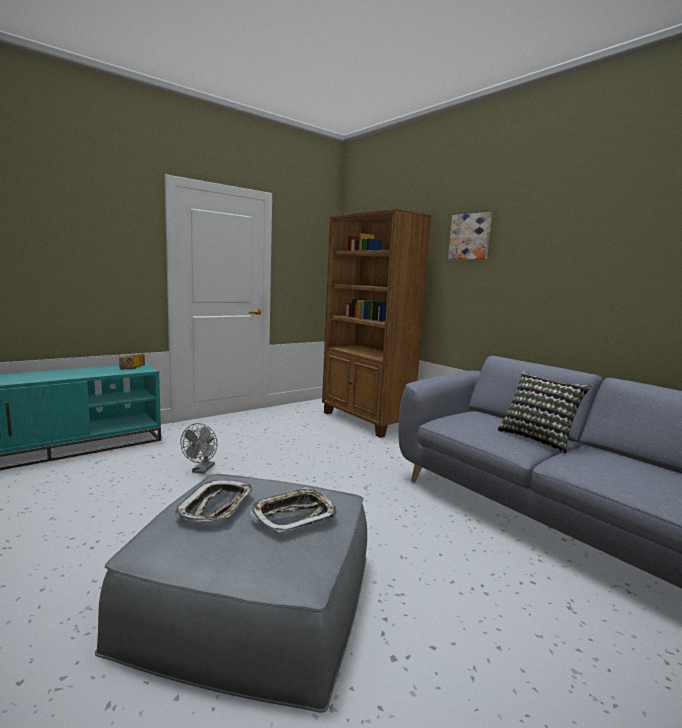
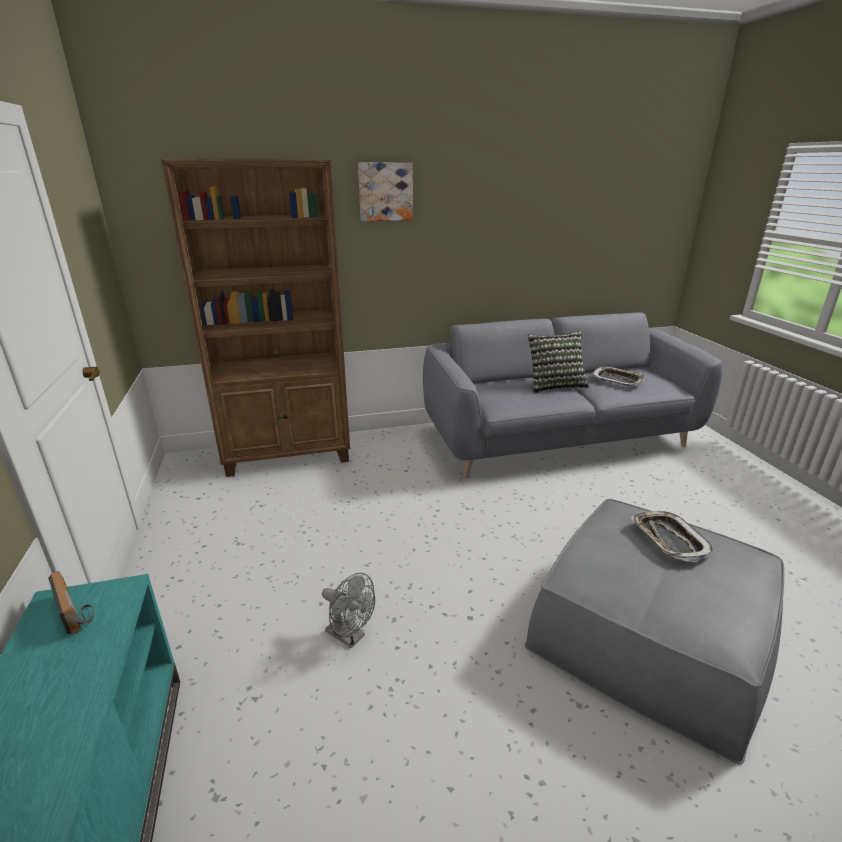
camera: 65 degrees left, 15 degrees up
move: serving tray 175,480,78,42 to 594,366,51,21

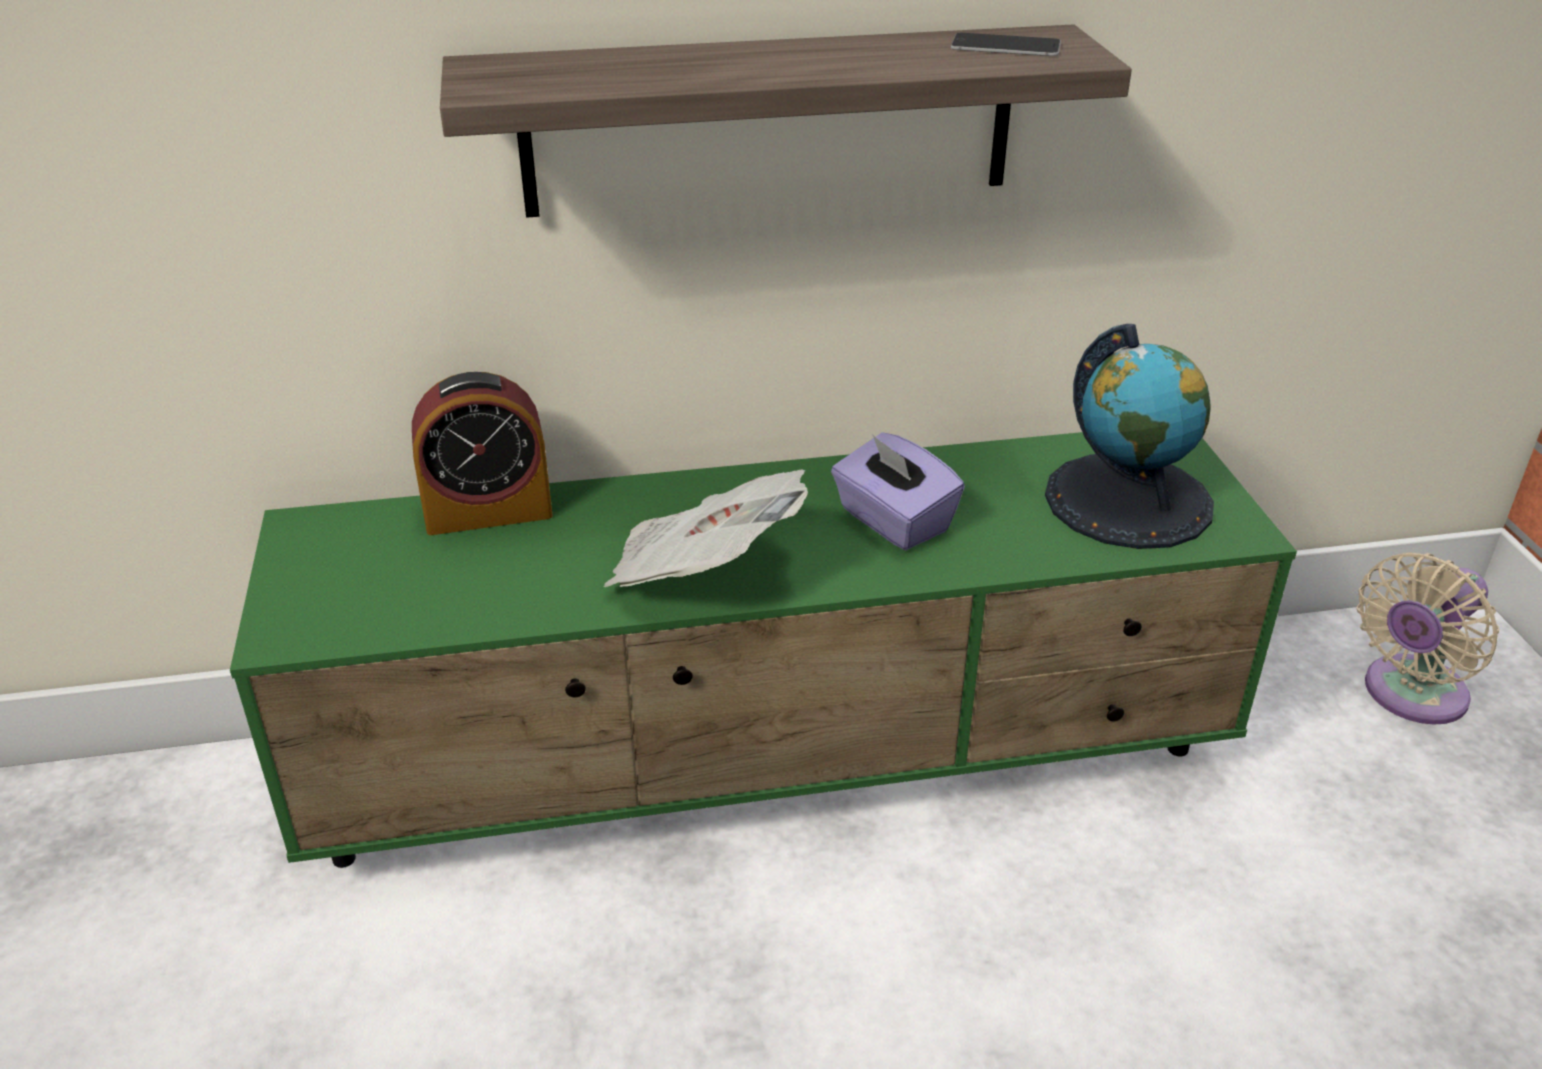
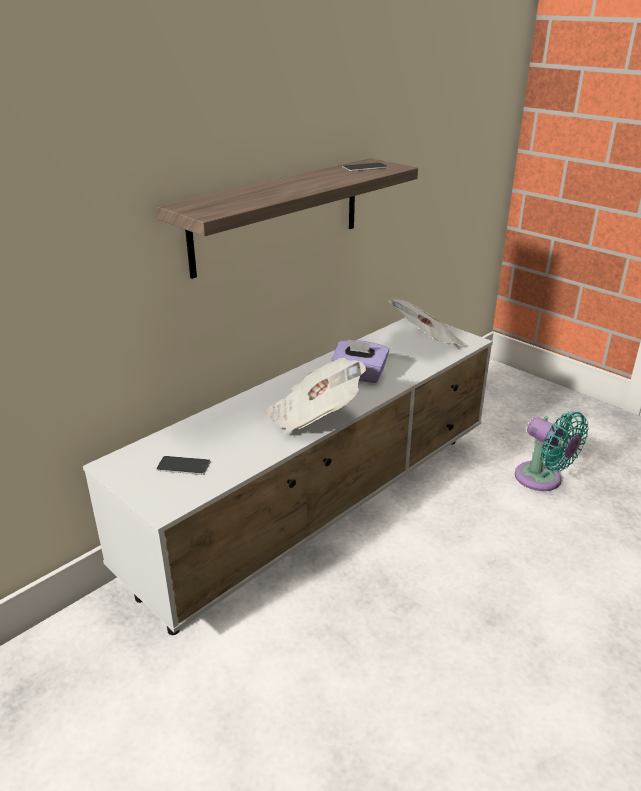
camera: 35 degrees left, 5 degrees down
delete: bedside clock 412,372,141,163; beige-coloured cooling fan 1357,552,142,173
insert: turquoise-coloured cooling fan 515,411,74,80; telephone 156,456,55,19
replace: globe 1045,324,169,225 to daily paper 388,299,80,48
recolor: greenish tv stand 230,432,1067,436 to whitish tv stand 83,318,410,317

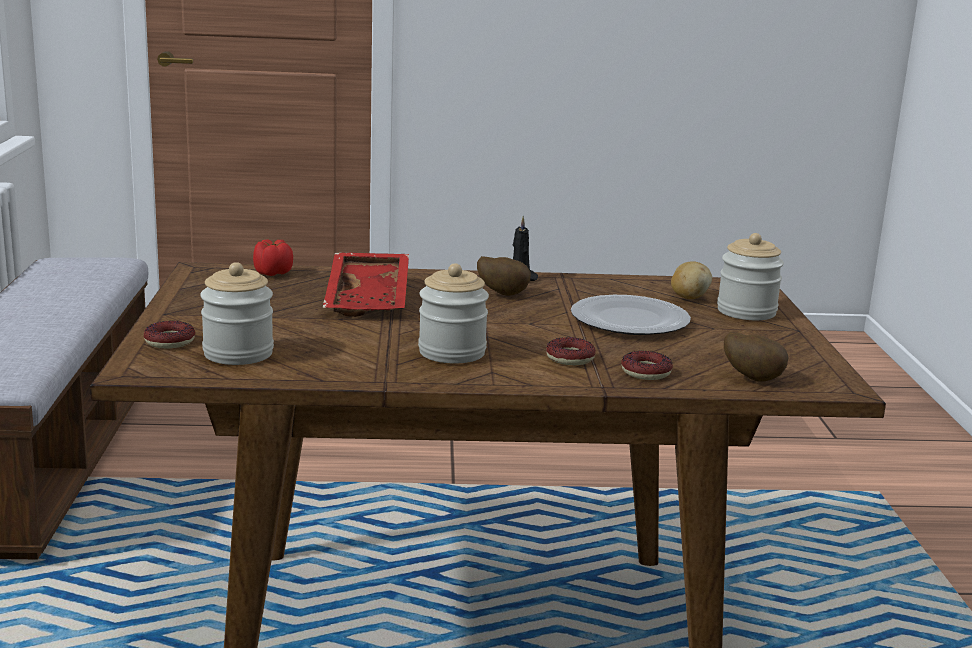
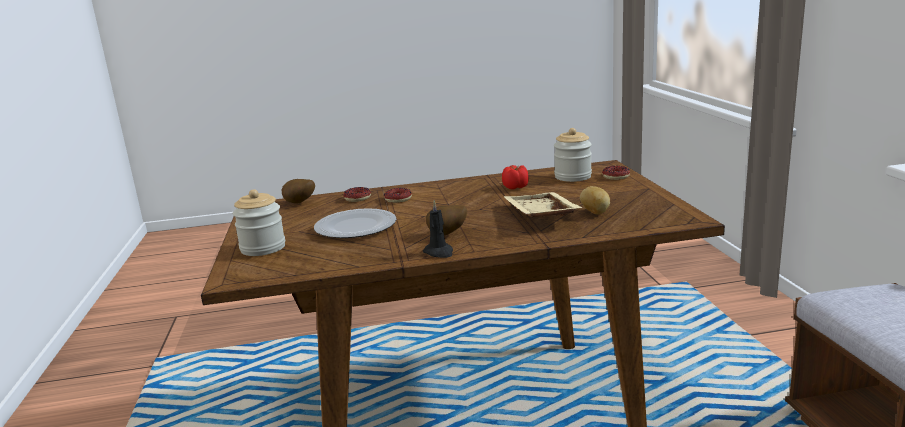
camera: 175 degrees right, 0 degrees up
delete: storage jar 418,263,71,101
move: whole tomato 253,239,40,37 to 502,165,27,25; spud 671,261,41,38 to 580,186,30,28
recolor: red-coloured serving tray 323,253,86,64 to beige-coloured serving tray 503,192,79,25

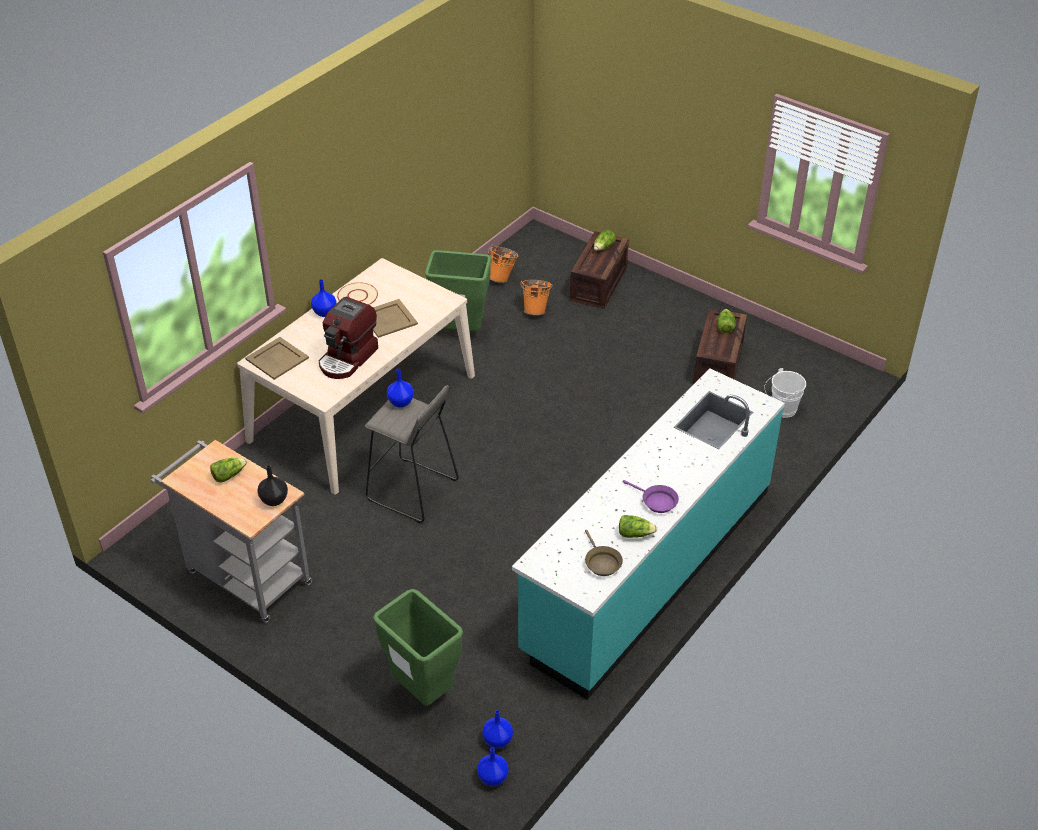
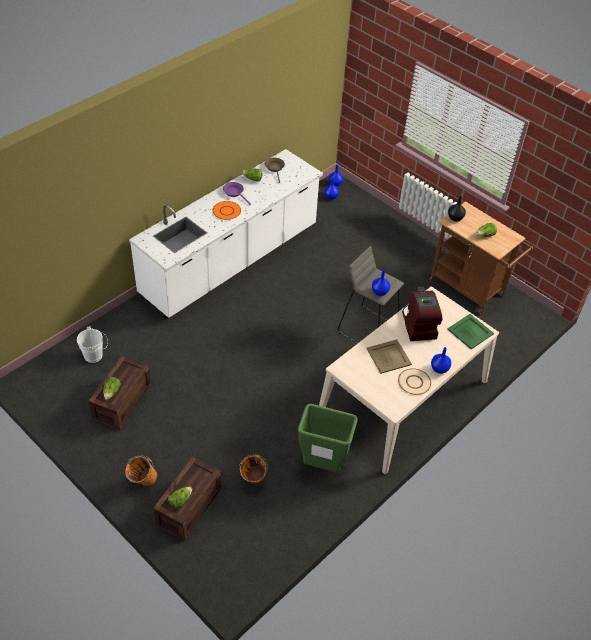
camera: 175 degrees left, 5 degrees up
delete: greenish waste bin 373,589,90,117
insert: orange flat dish 213,201,28,19
move: orange water bucket 488,245,30,38 to 125,455,32,31
recolor: beige-coloured serving tray 245,337,64,43 to greenish serving tray 447,314,47,35; turquoise-coloured counter 512,368,273,332 to whitish counter 129,149,194,171; grey cart 150,440,162,183 to brown cart 429,201,104,113
rotate: coffee maker 318,297,60,82 = 402,287,40,54 45 degrees counterclockwise

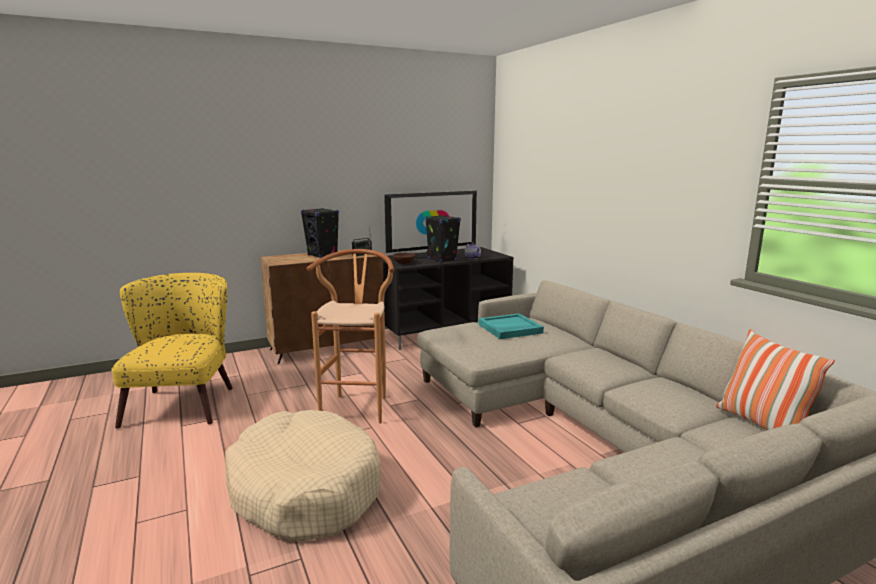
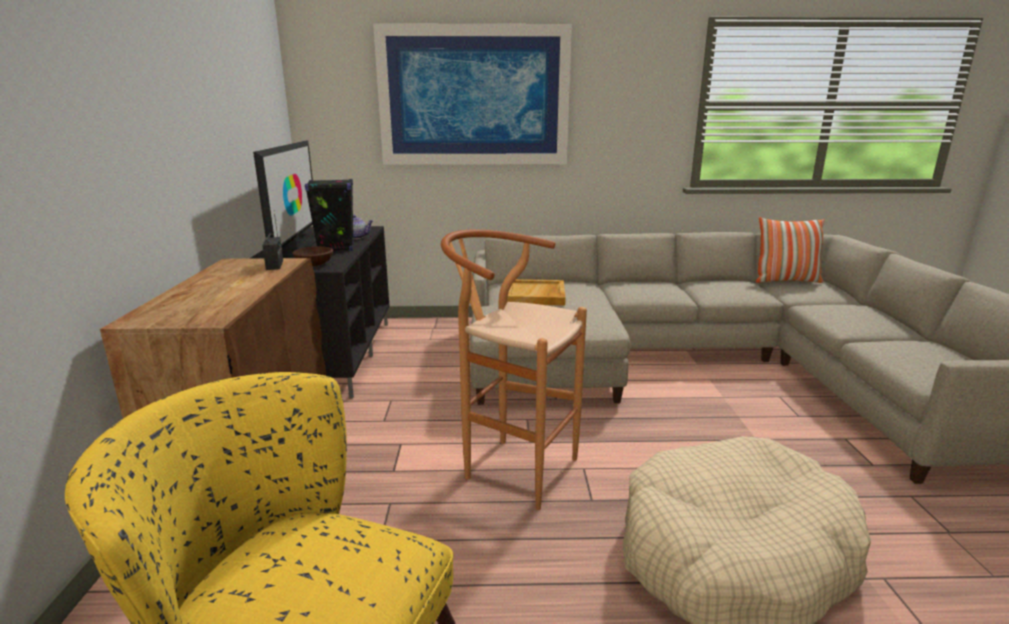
camera: 65 degrees left, 5 degrees up
delete: black-coloured speaker 301,208,38,50
insert: wall art 373,23,199,142
recolor: turquoise-coloured serving tray 478,313,66,26 to beige-coloured serving tray 507,279,59,27

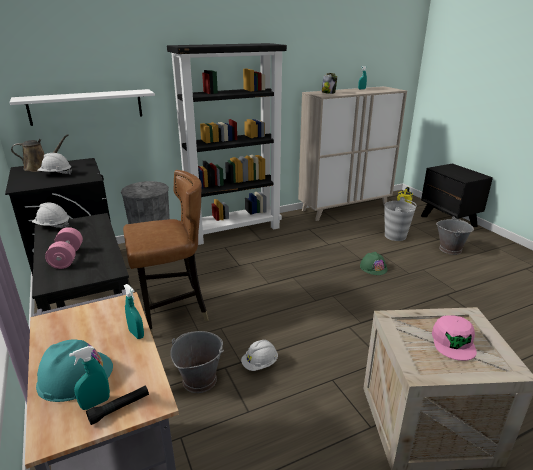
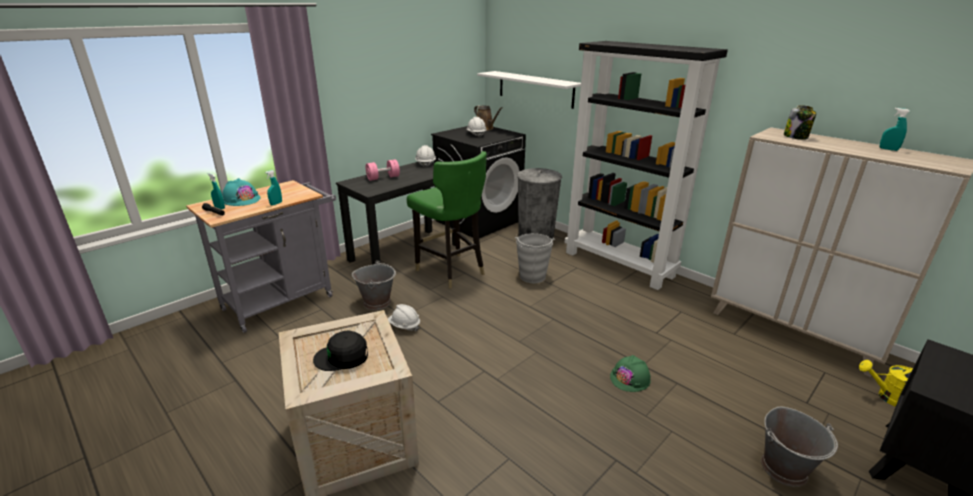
camera: 70 degrees right, 0 degrees up
move: grey water bucket 385,197,32,44 to 514,233,41,50
recolor: brown chair 123,170,86,166 to greenish chair 407,151,80,137; pinkish baseball cap 432,315,45,46 to black-coloured baseball cap 313,331,55,40

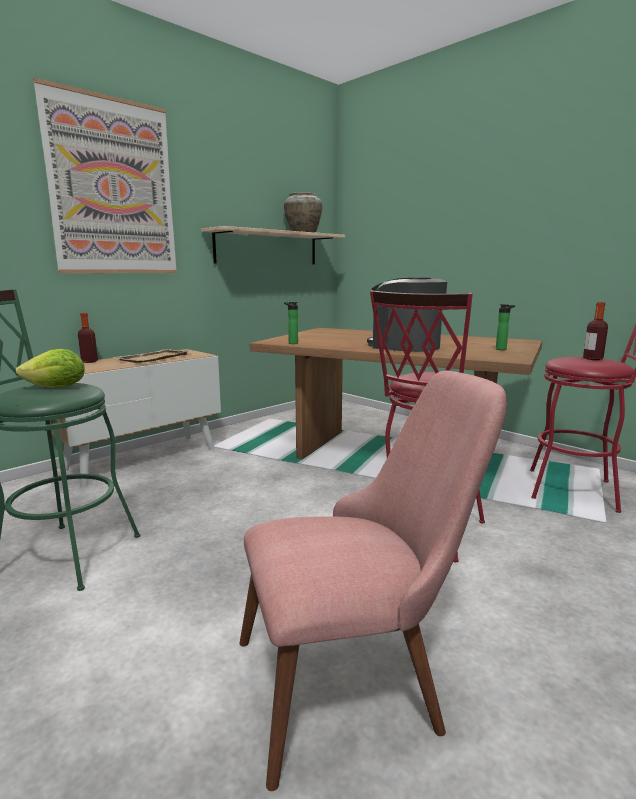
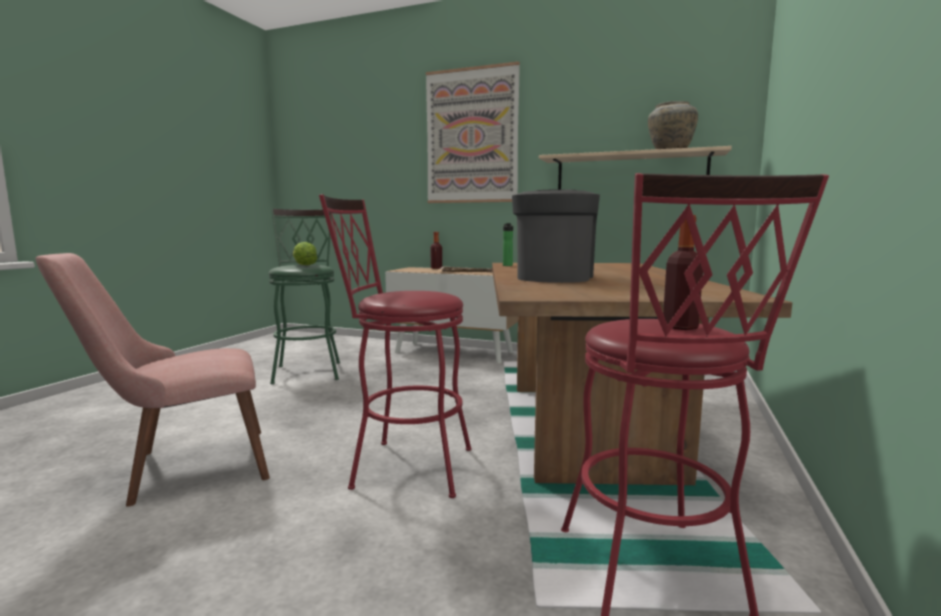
camera: 65 degrees right, 5 degrees down
delete: drink bottle 496,304,19,46
rotate: pinkish chair 239,371,268,420 = 36,253,234,253 105 degrees clockwise

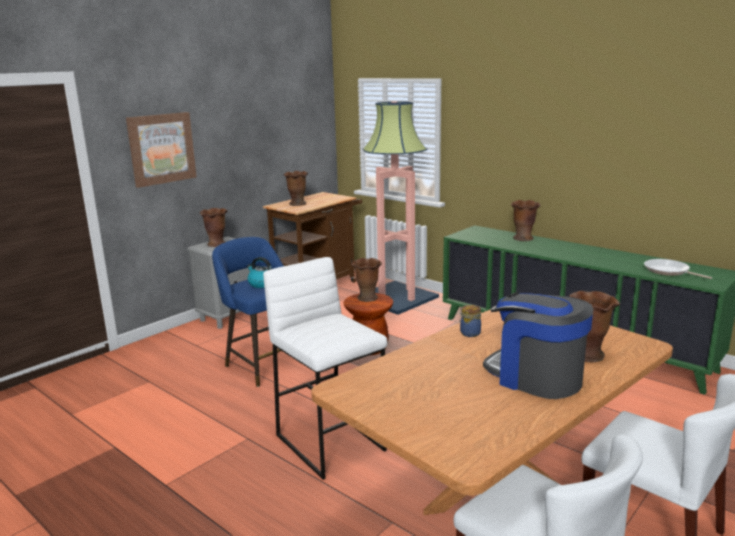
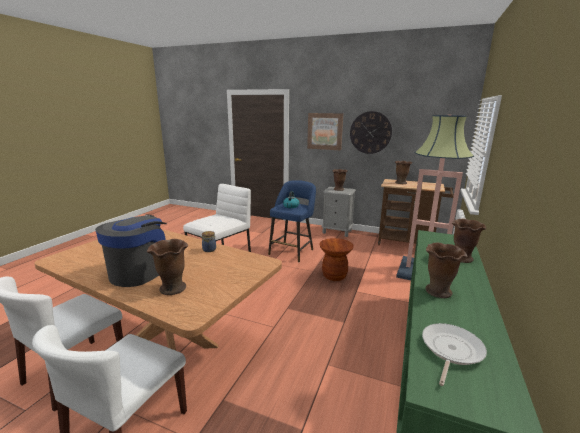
camera: 70 degrees right, 0 degrees up
insert: hanging clock 350,111,42,43
move: brown decorative vase 351,258,31,44 to 426,242,41,56

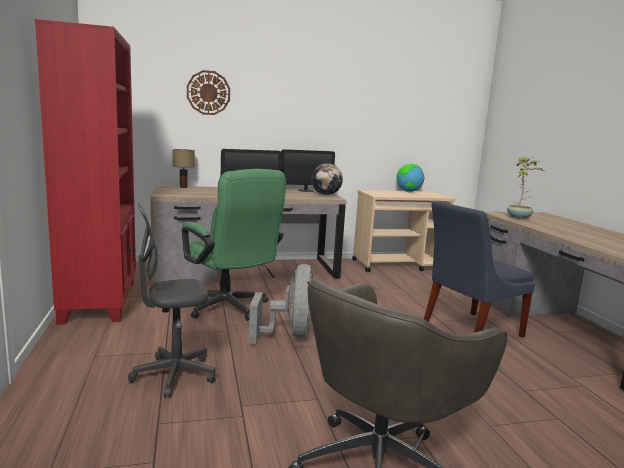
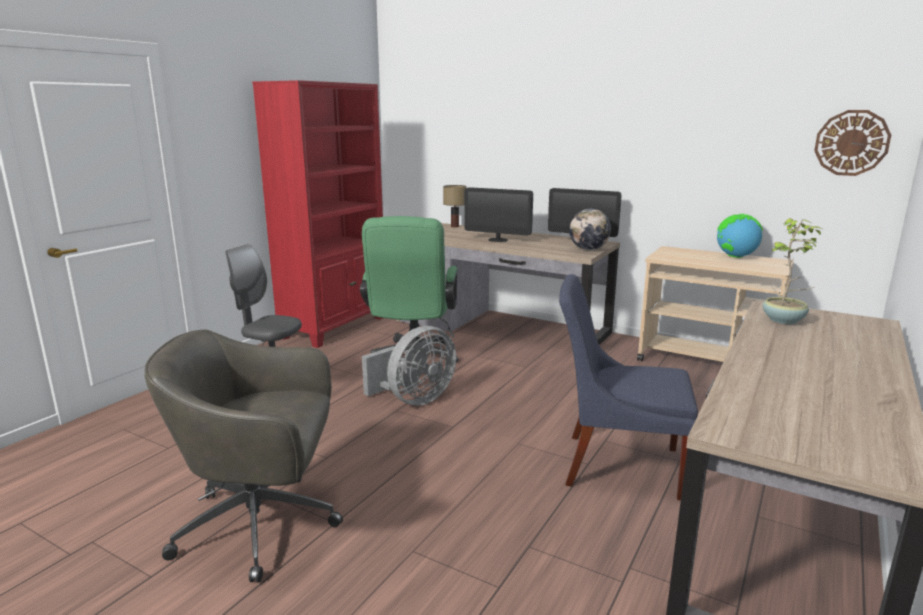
camera: 45 degrees right, 5 degrees up
move: hanging clock 187,70,43,45 to 814,110,77,66

